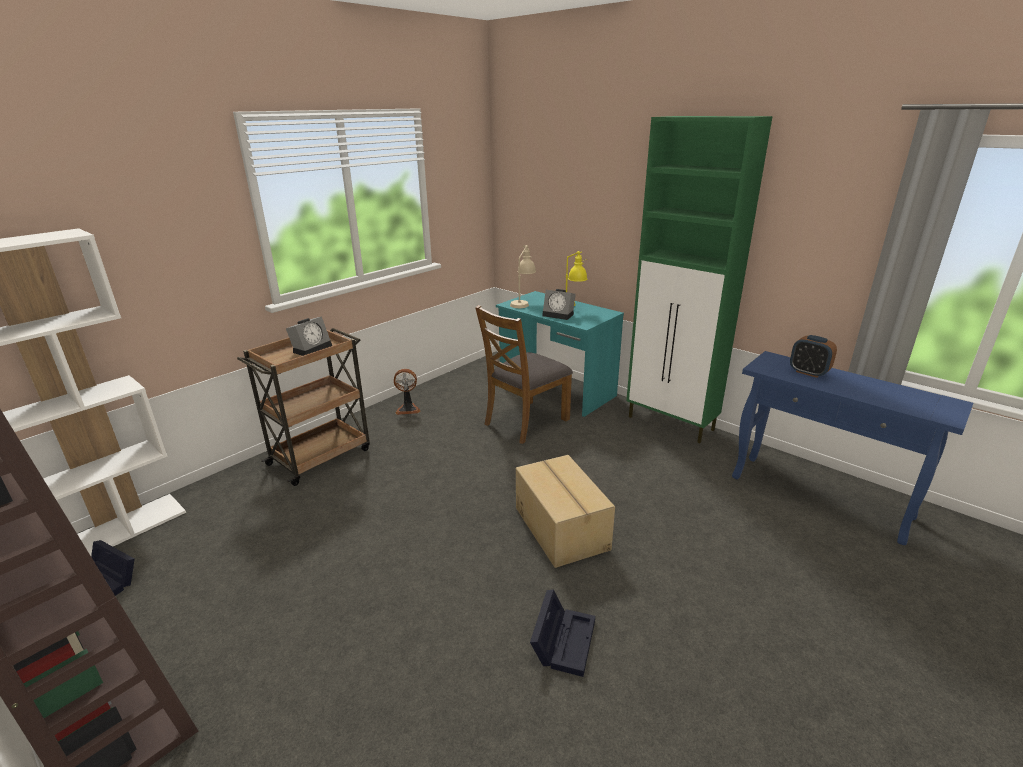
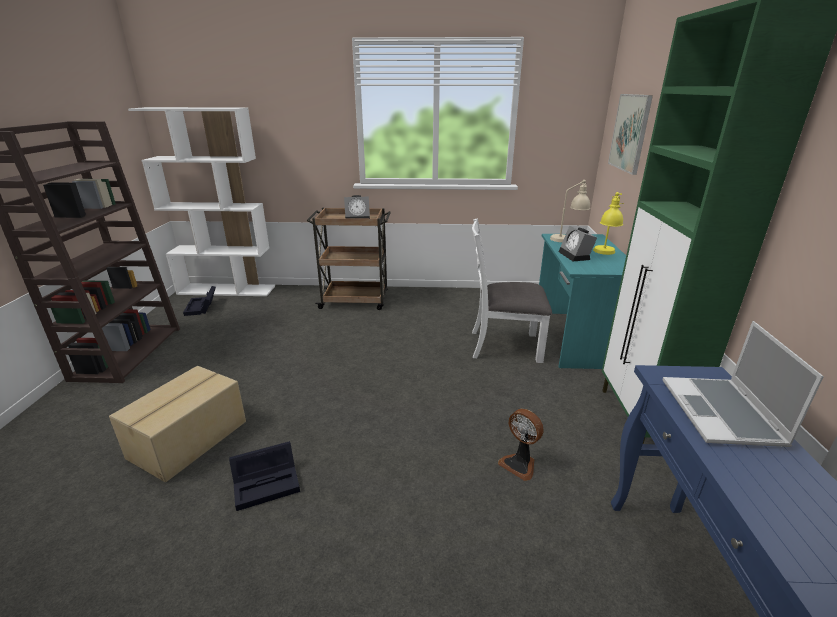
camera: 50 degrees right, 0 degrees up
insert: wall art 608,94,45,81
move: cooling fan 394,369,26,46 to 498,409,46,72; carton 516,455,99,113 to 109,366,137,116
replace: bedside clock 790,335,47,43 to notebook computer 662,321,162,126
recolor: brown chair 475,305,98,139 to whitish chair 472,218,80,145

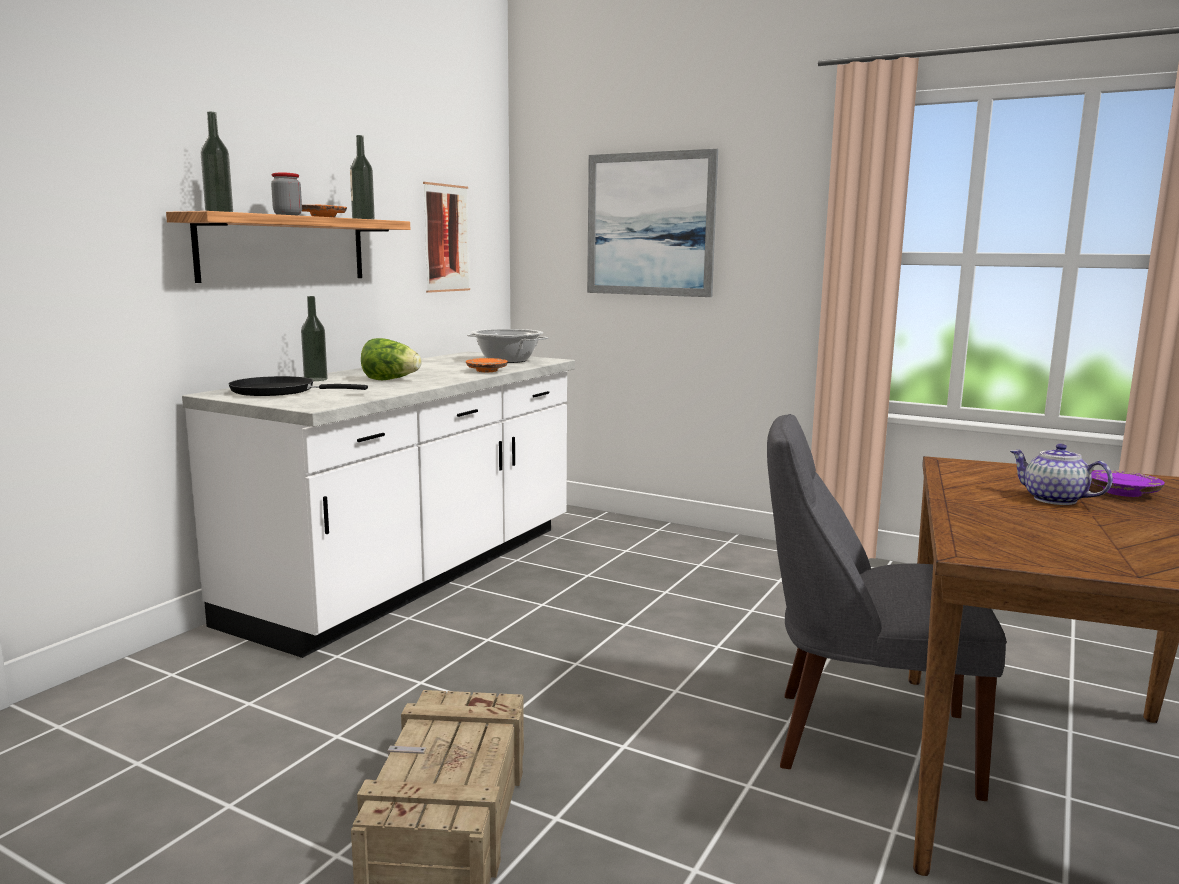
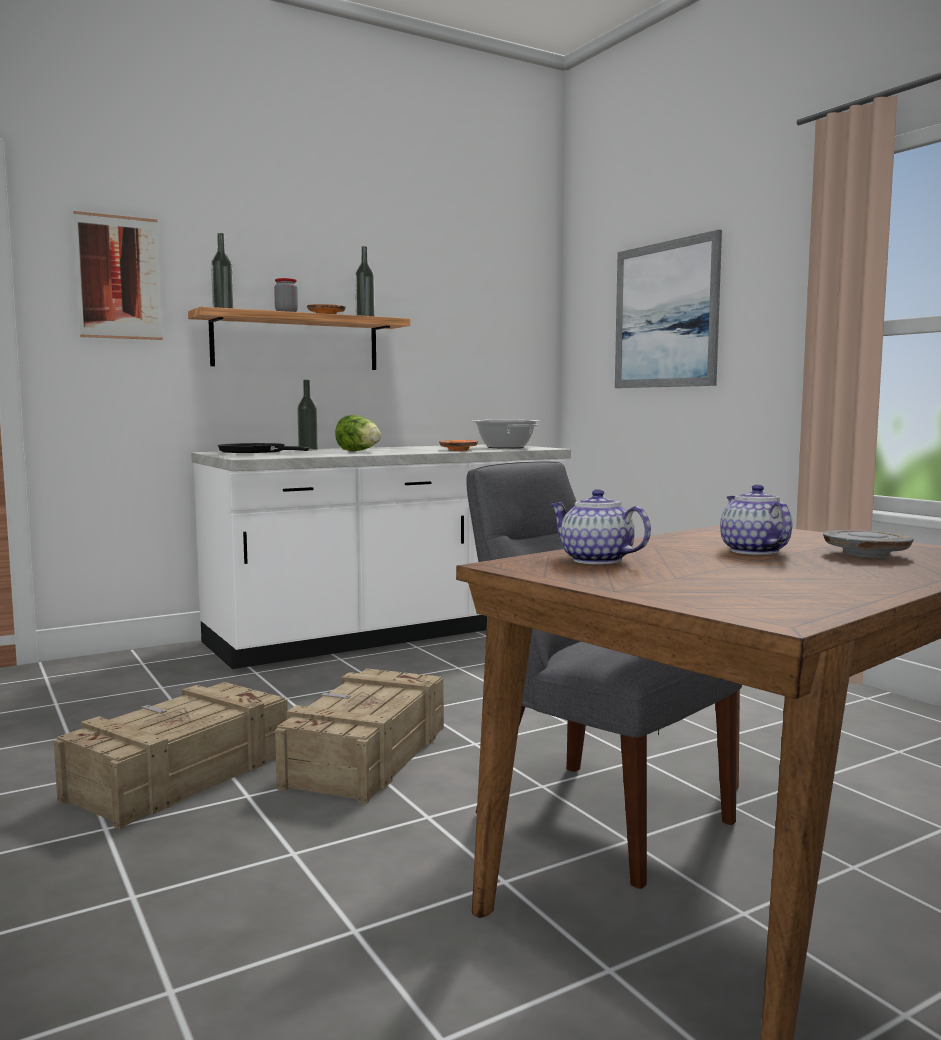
camera: 30 degrees right, 5 degrees down
insert: teapot 550,489,101,76; shipping crate 275,669,169,135
move: wall art 423,182,47,111 to 73,211,90,129
recolor: purple-coloured flat dish 1091,470,74,27 to grey flat dish 823,530,91,28

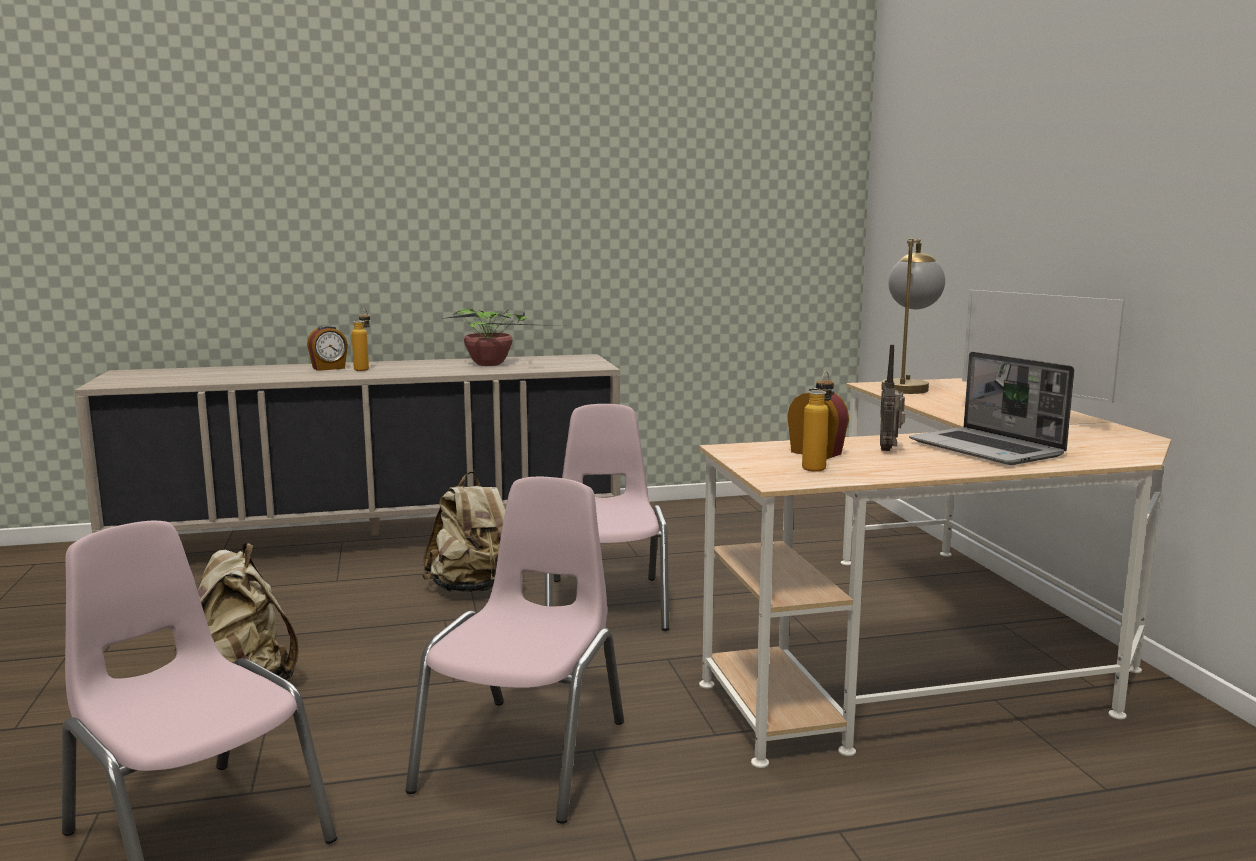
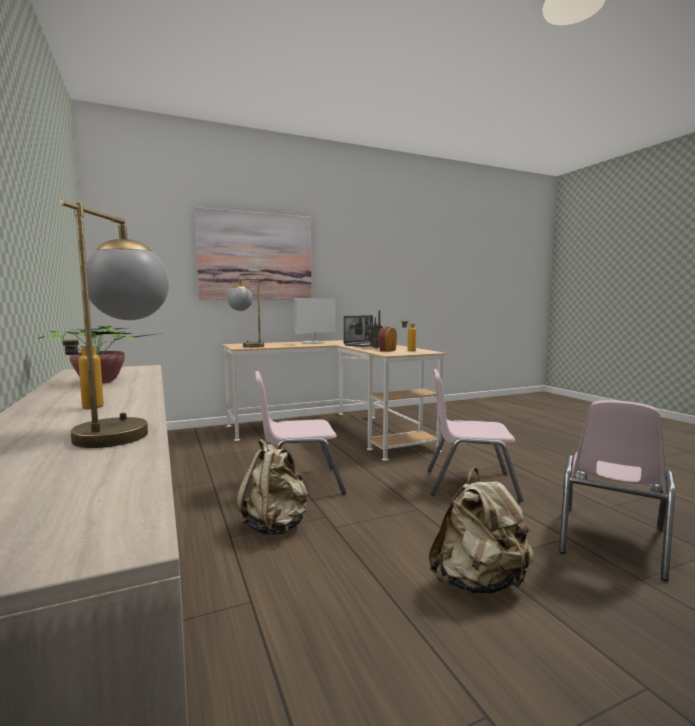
camera: 100 degrees left, 5 degrees down
delete: bedside clock 307,325,41,46
insert: table lamp 60,200,109,248; wall art 195,207,117,93

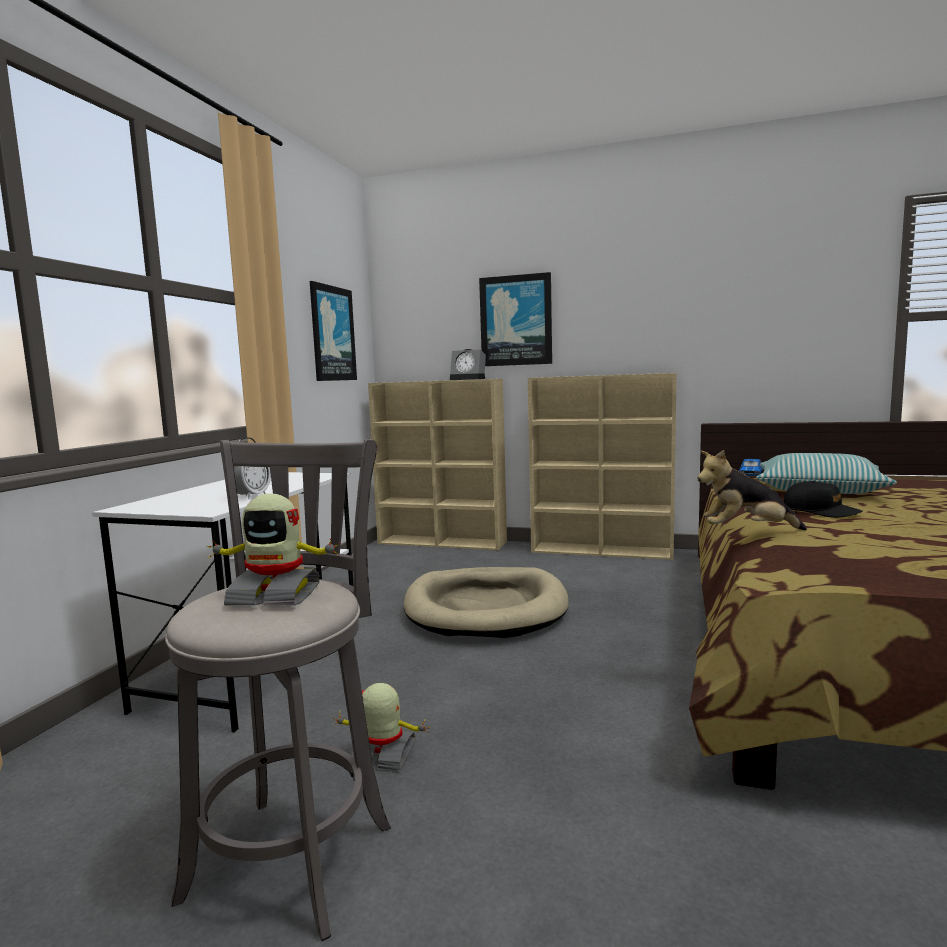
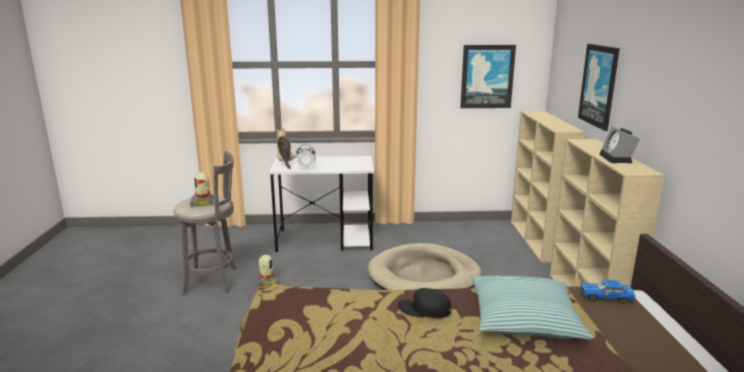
camera: 70 degrees right, 10 degrees up
move: bedside clock 450,349,36,31 to 599,126,41,37; soft toy 697,450,110,80 to 276,128,20,41
rotate: black-coloured baseball cap 783,481,80,37 = 398,288,53,30 75 degrees clockwise

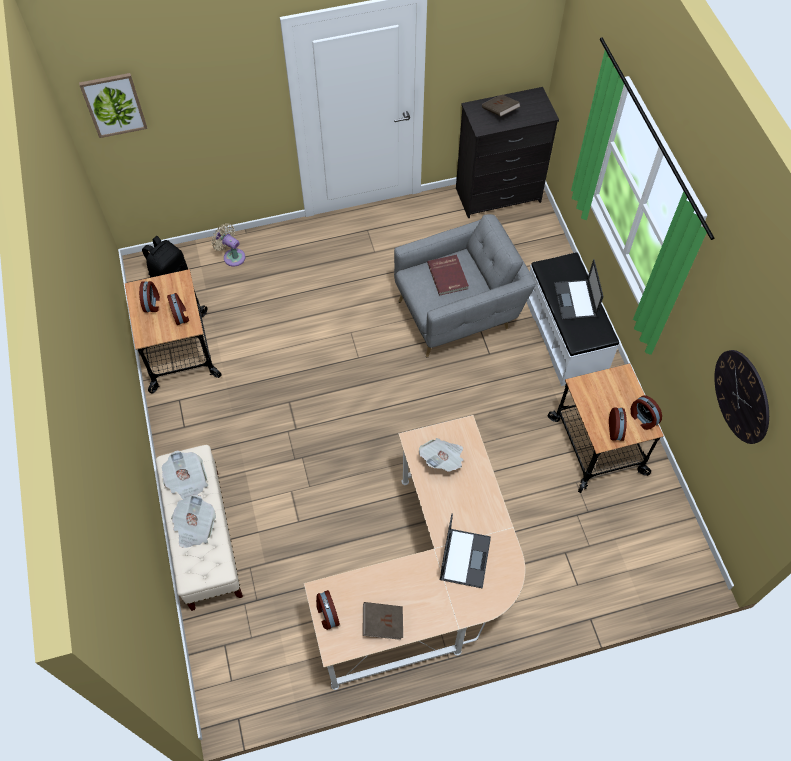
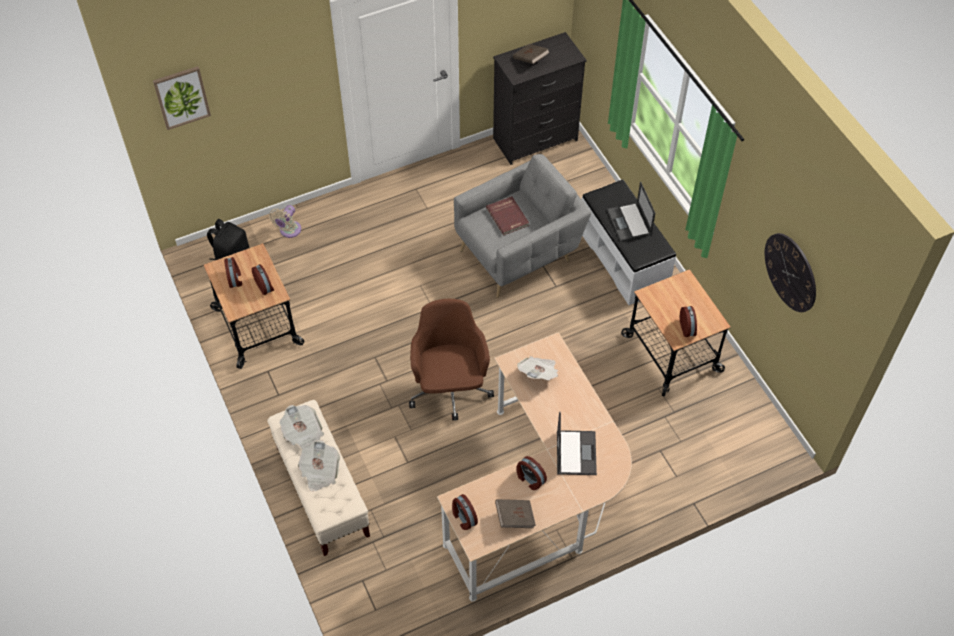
camera: 10 degrees left, 5 degrees down
insert: brown office chair 409,299,85,122
move: bedside clock 631,395,31,35 to 516,456,31,34
rotate: beige-coloured cooling fan 212,223,33,44 = 269,205,32,33 90 degrees counterclockwise

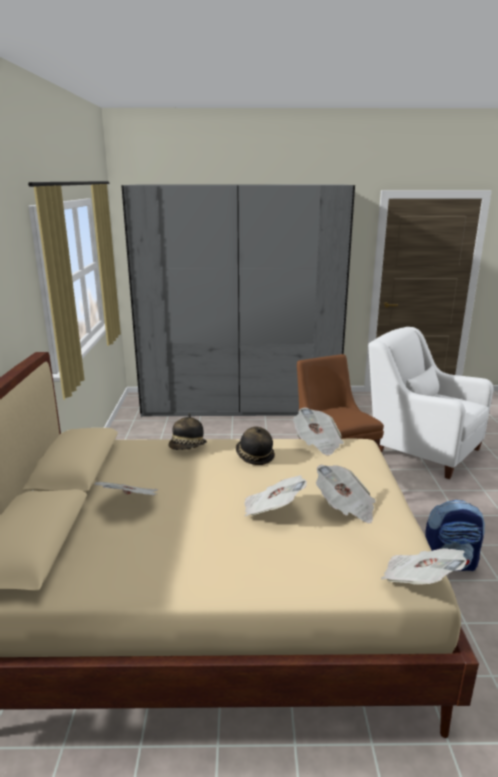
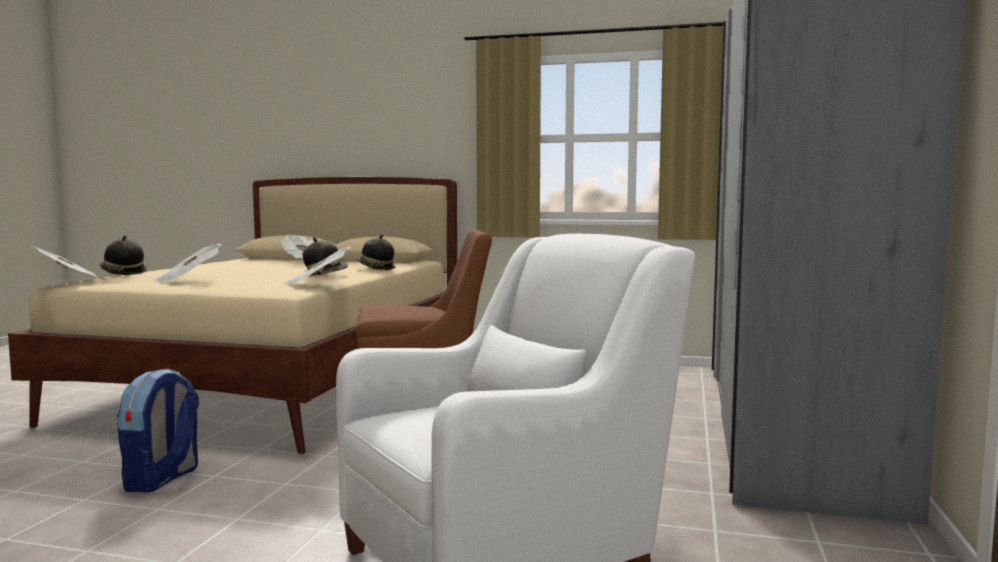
camera: 105 degrees right, 15 degrees down
delete: daily paper 244,475,63,41
insert: wearable hat 100,235,48,40

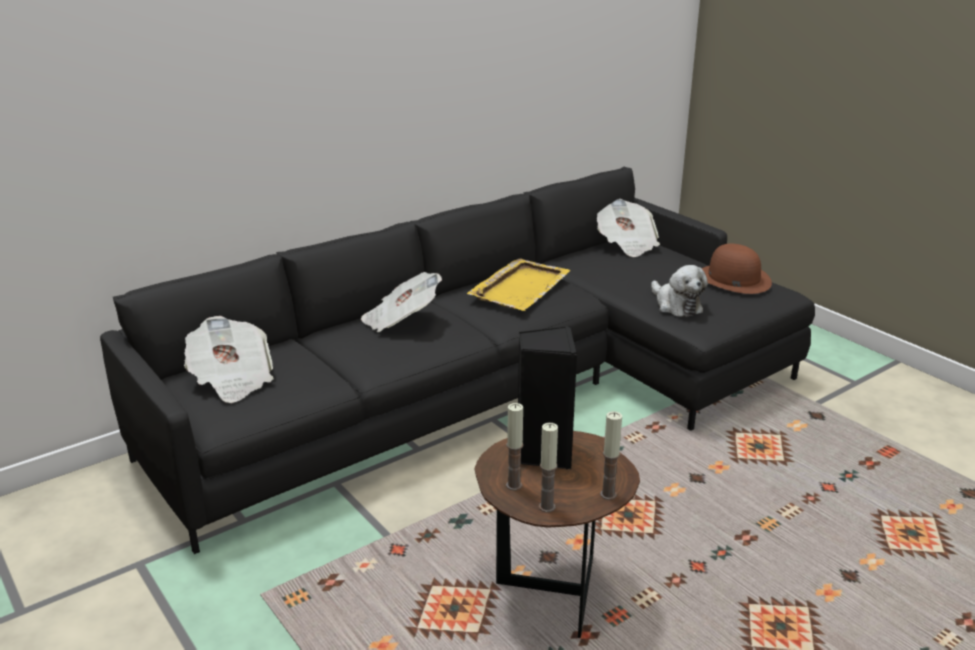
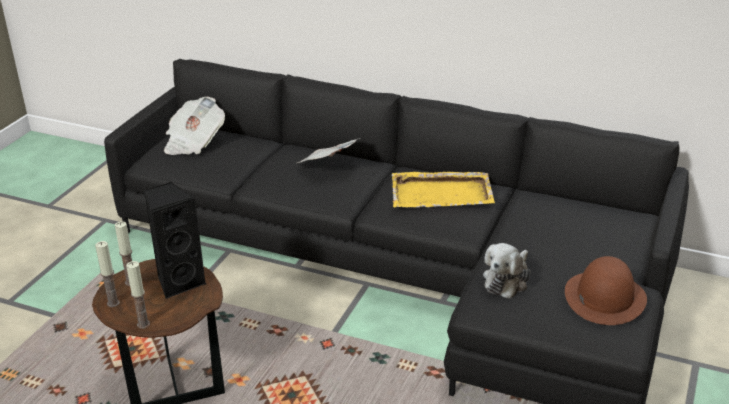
camera: 60 degrees right, 5 degrees up
delete: daily paper 597,199,63,58

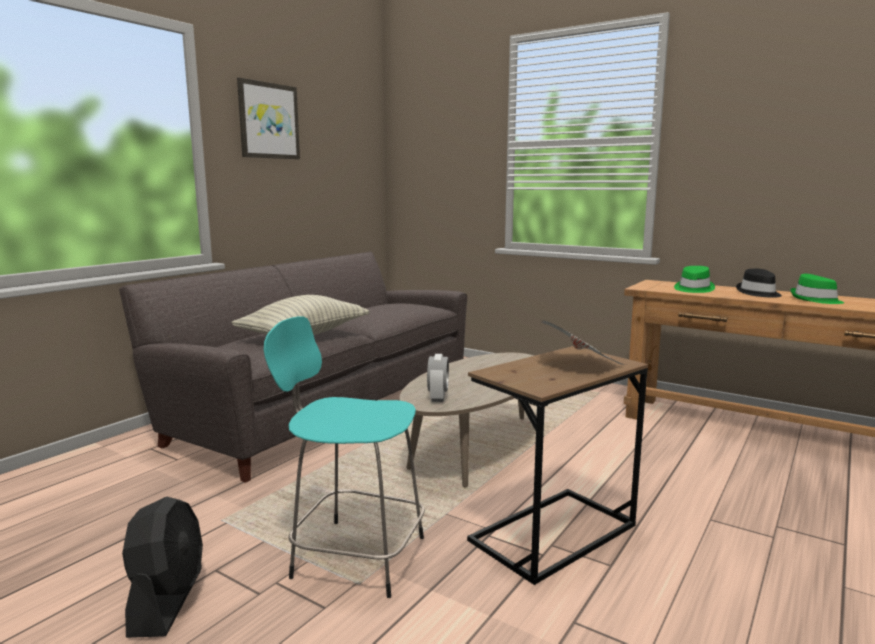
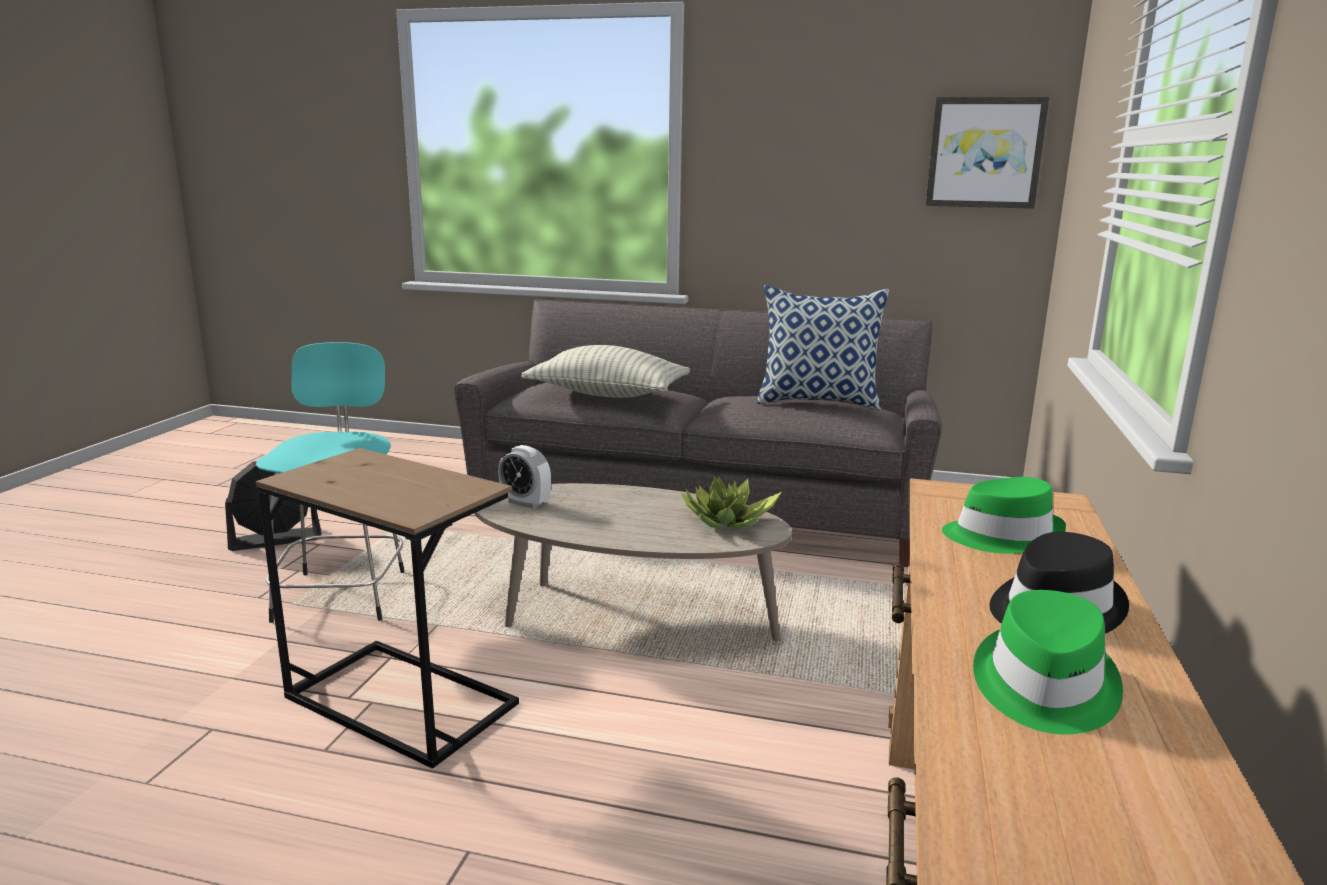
camera: 70 degrees right, 5 degrees up
delete: daily paper 541,320,84,45
insert: pillow 757,285,132,125; plant in a pot 681,477,101,53
move: wall art 237,78,63,81 to 925,97,125,112
rotate: bedside clock 427,354,22,48 = 498,445,53,64 45 degrees clockwise

